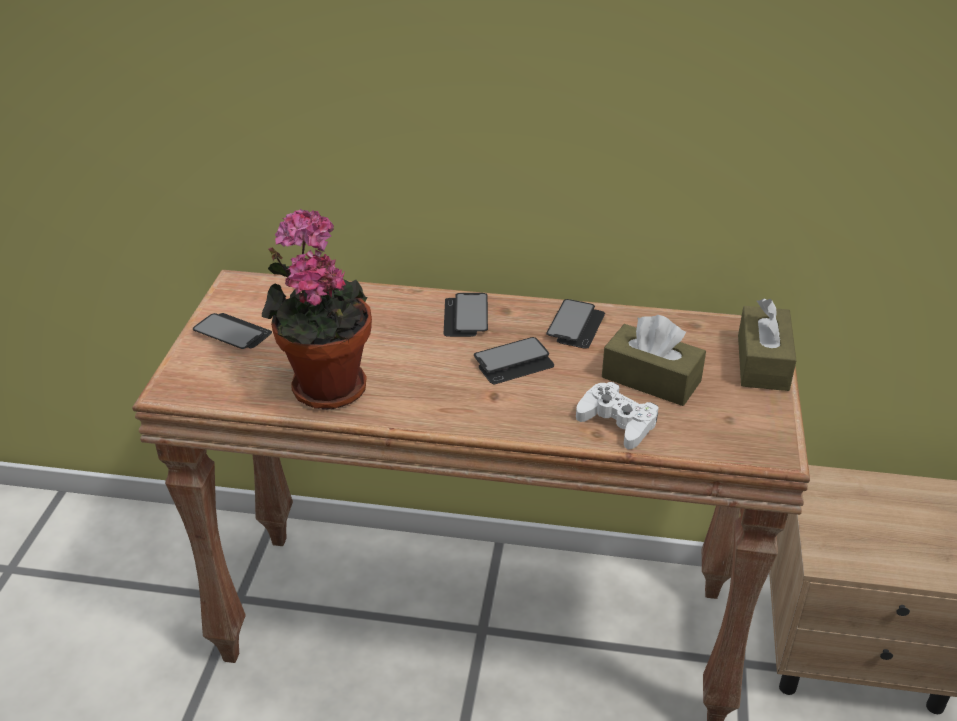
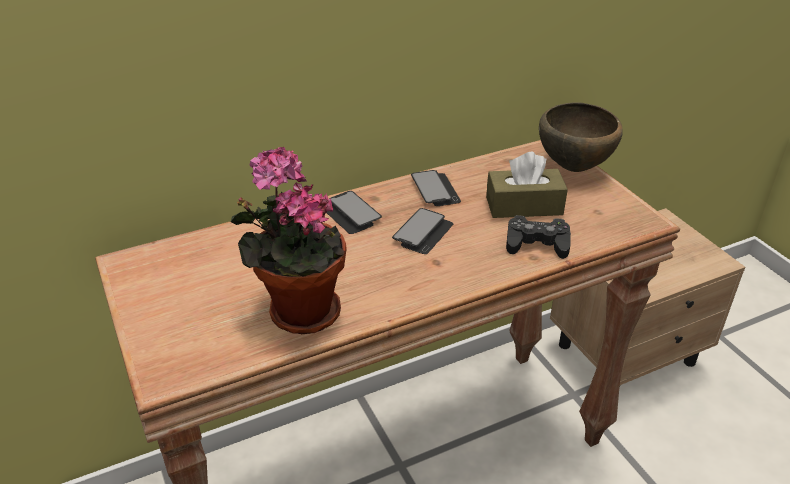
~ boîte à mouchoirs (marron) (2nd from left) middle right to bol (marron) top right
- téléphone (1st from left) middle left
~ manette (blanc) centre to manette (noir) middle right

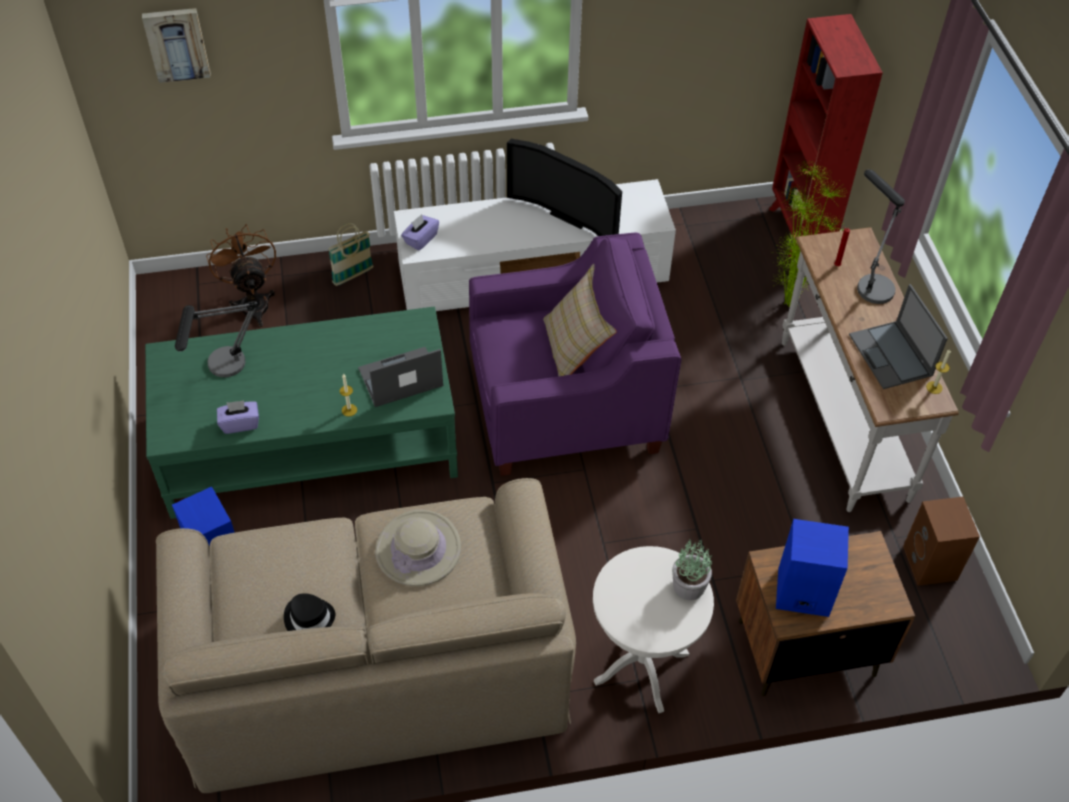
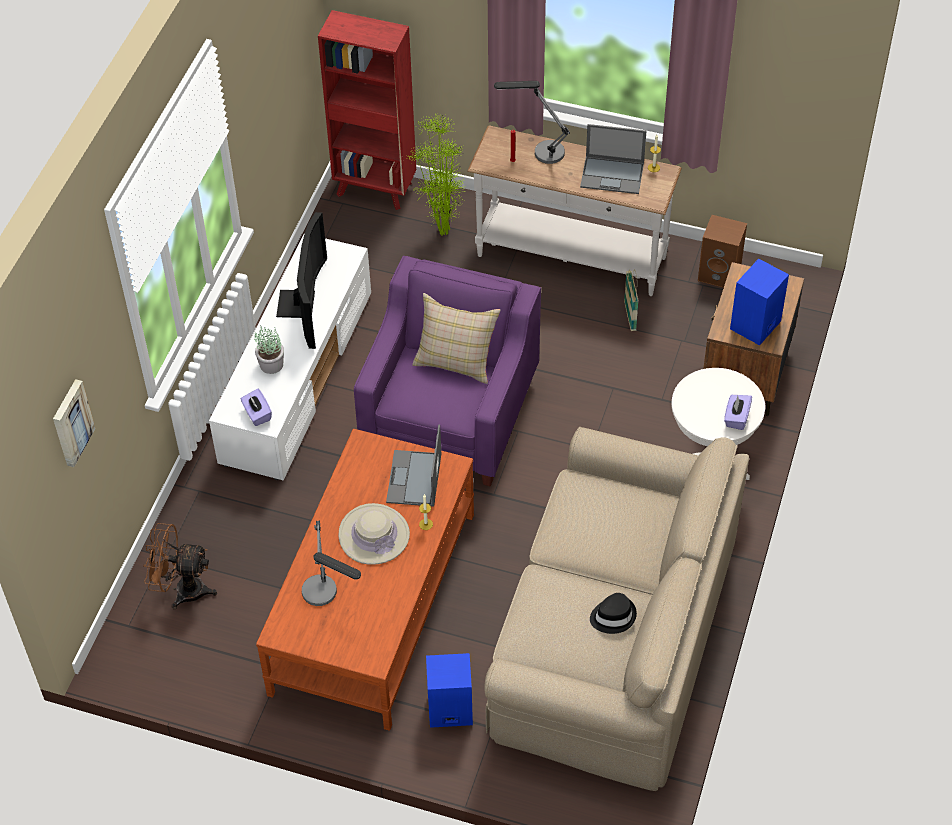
~ téléviseur top centre = middle left 60 degrees counterclockwise
~ panier top left to centre
~ table basse (vert) middle left to table basse (marron) bottom centre
~ boîte à mouchoirs (violet) (1st from left in the first image) middle left to boîte à mouchoirs (violet) (2nd from left) middle right
~ chapeau (beige) bottom centre to centre
~ plante en pot (1st from left) bottom centre to middle left

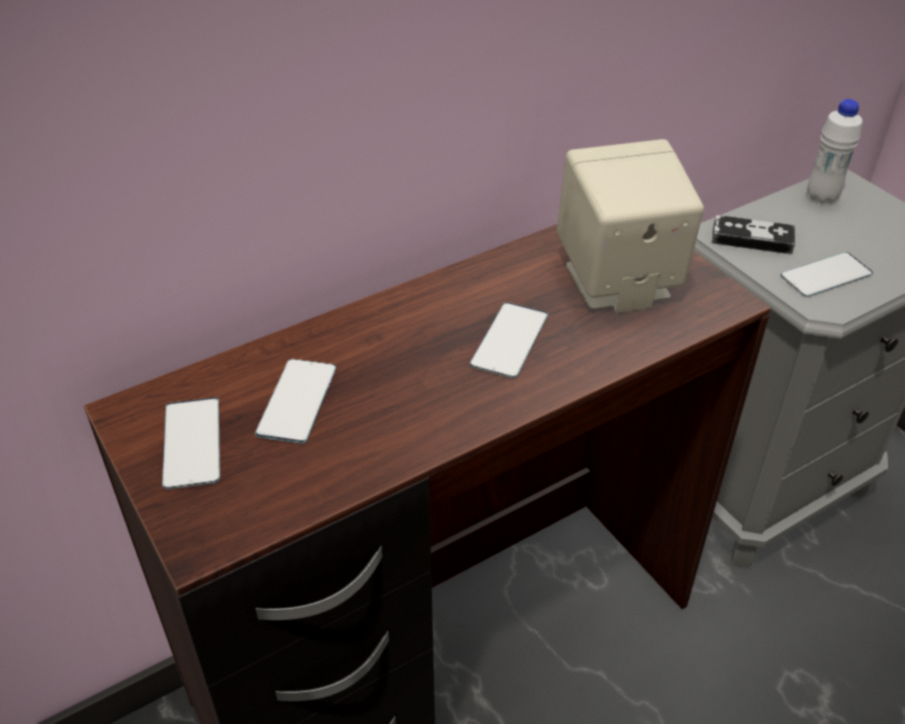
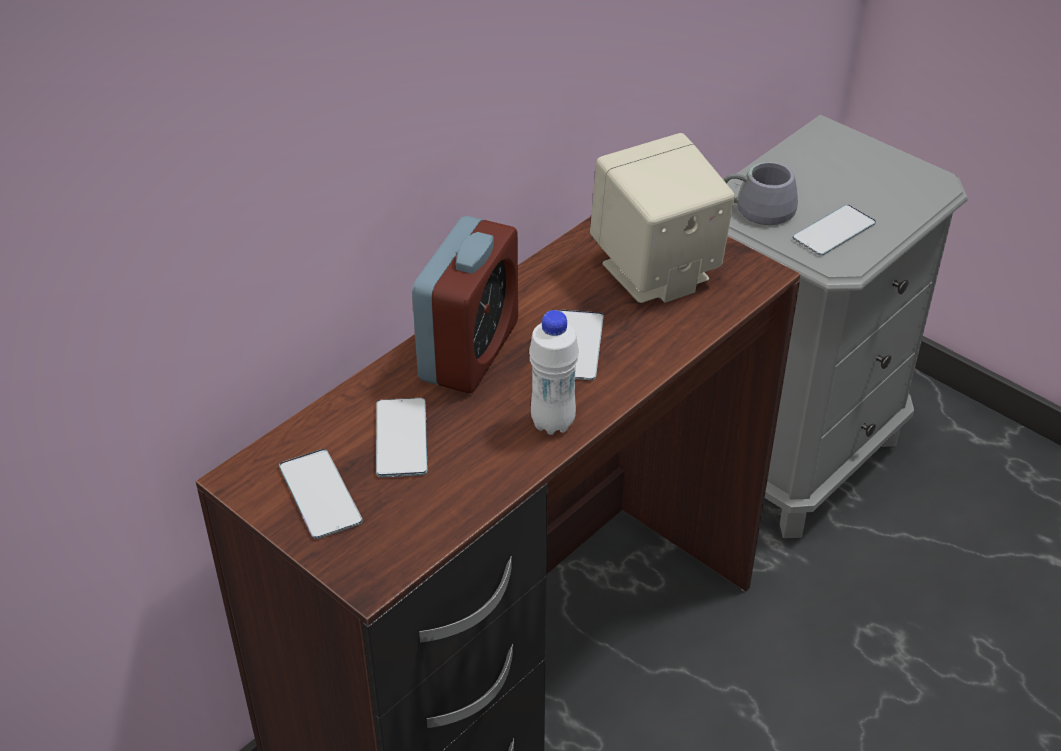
~ bouteille (blanc) top right to centre
~ manette top right to mug (gris) top right
+ réveil centre

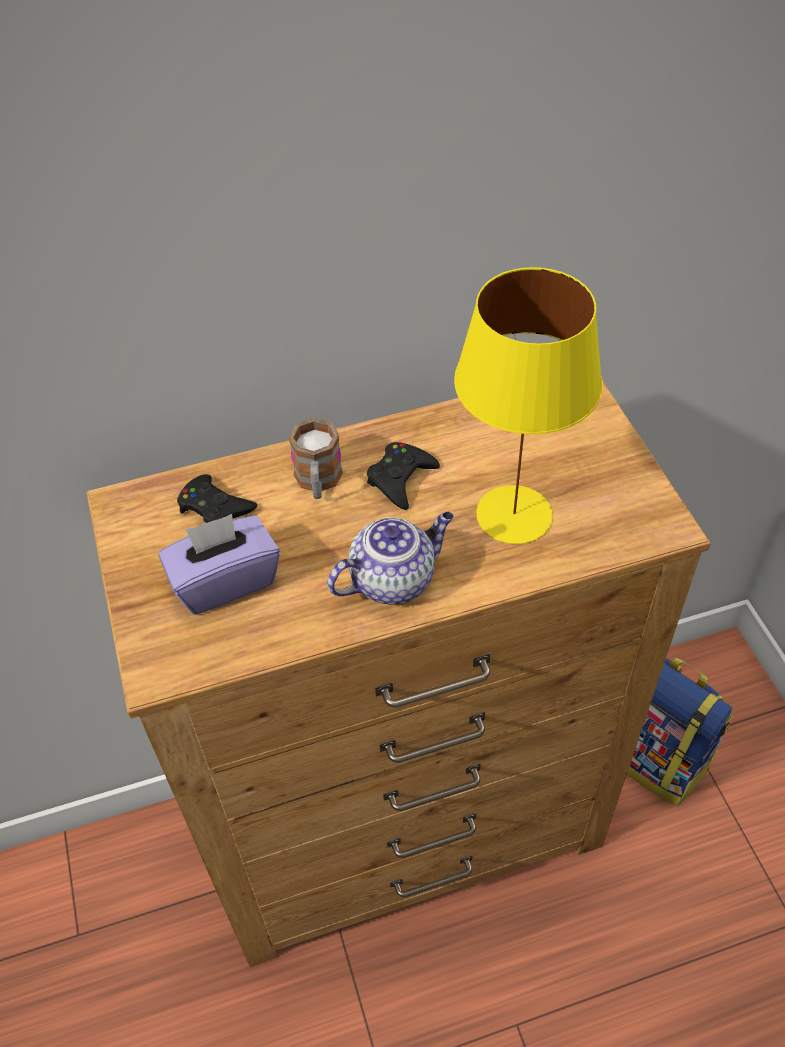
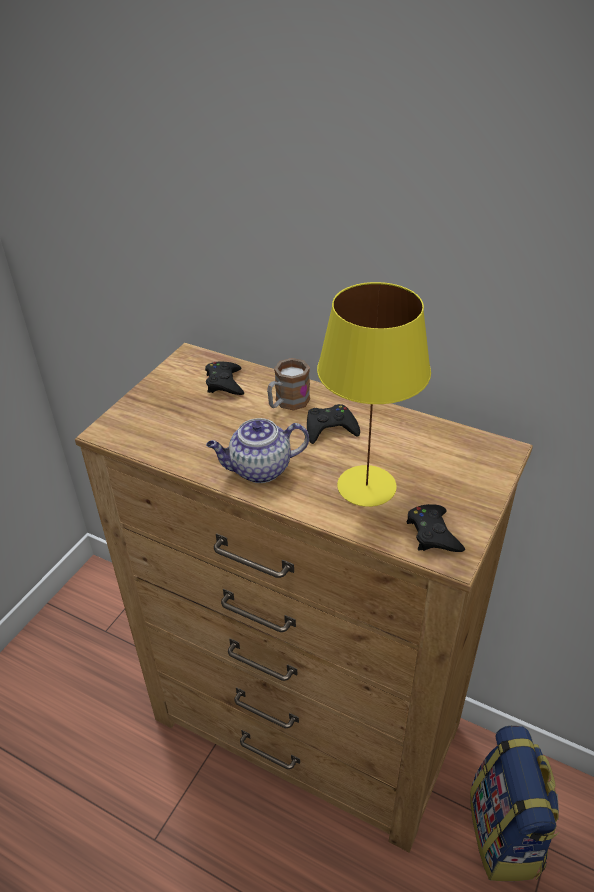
~ théière centre = centre 150 degrees clockwise
- boîte à mouchoirs (violet) middle left
+ manette (noir) (3rd from left) middle right

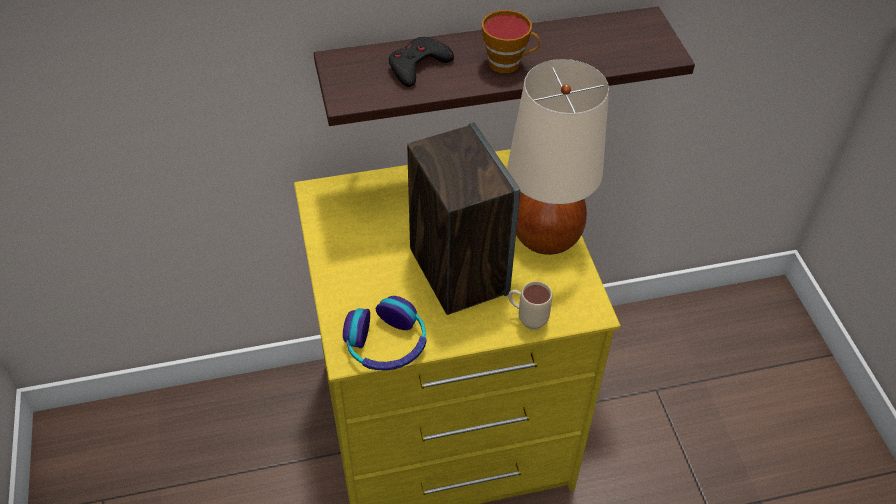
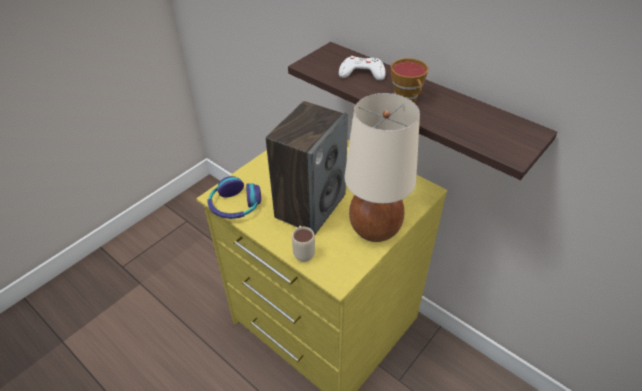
~ manette (noir) top centre to manette (blanc) top centre

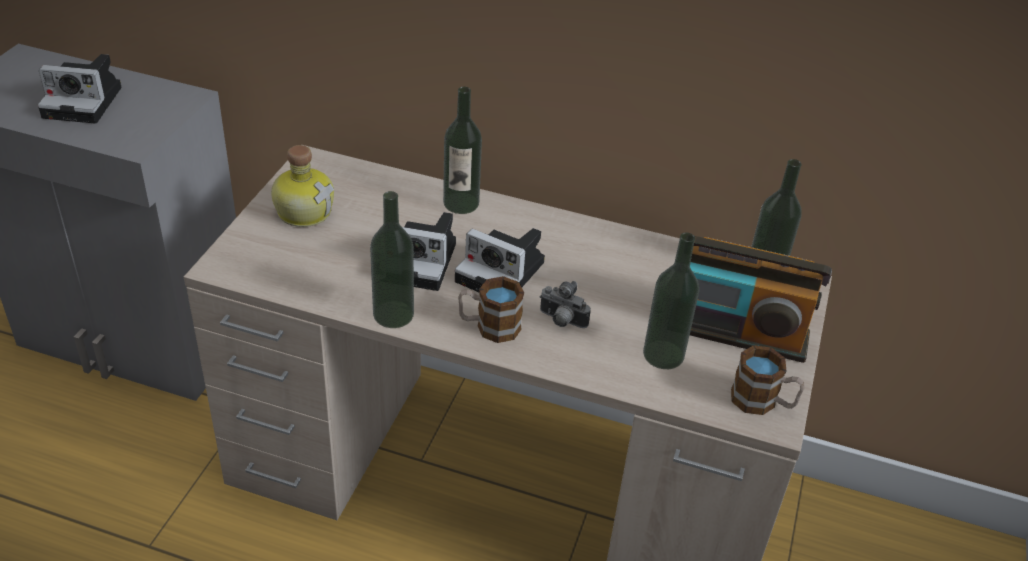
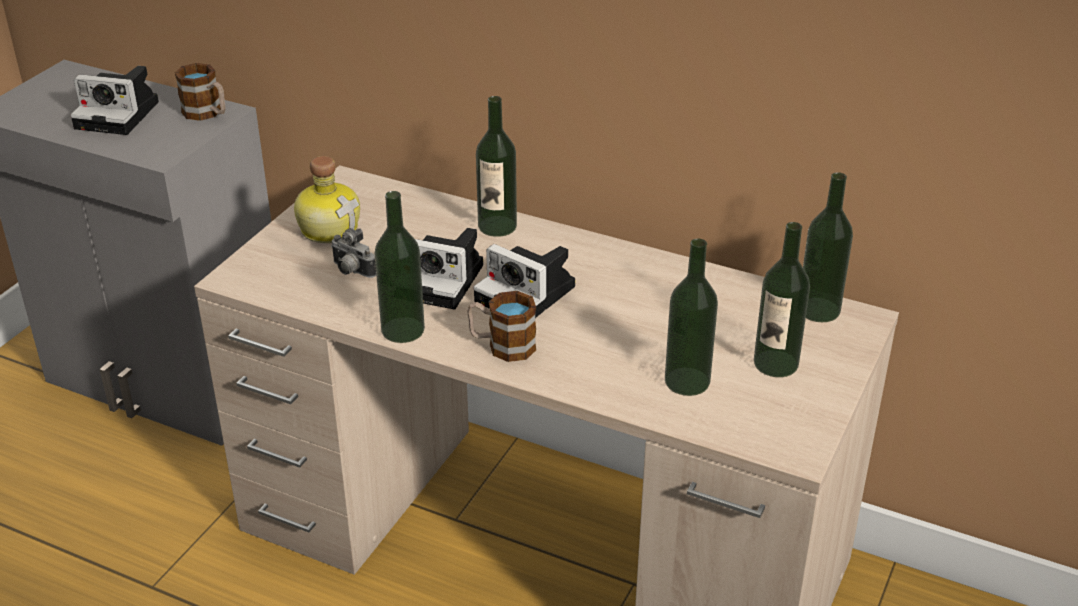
~ radio middle right to bouteille (5th from left) middle right
~ appareil photo (4th from left in the first image) centre to appareil photo (2nd from left) middle left
~ mug (2nd from left in the first image) bottom right to mug (1st from left) top left

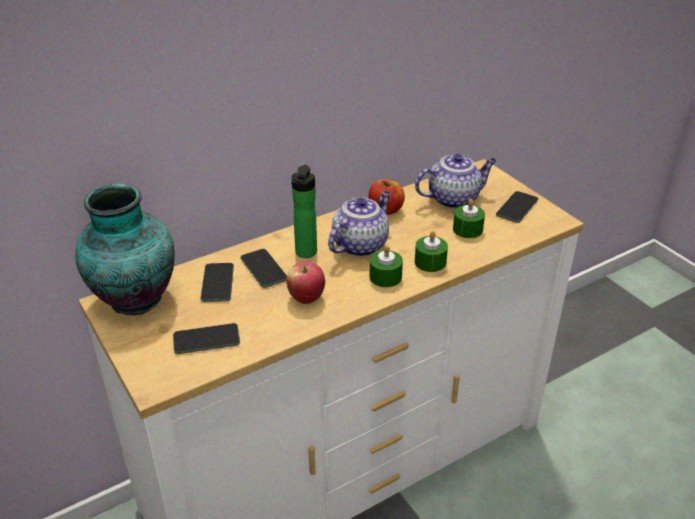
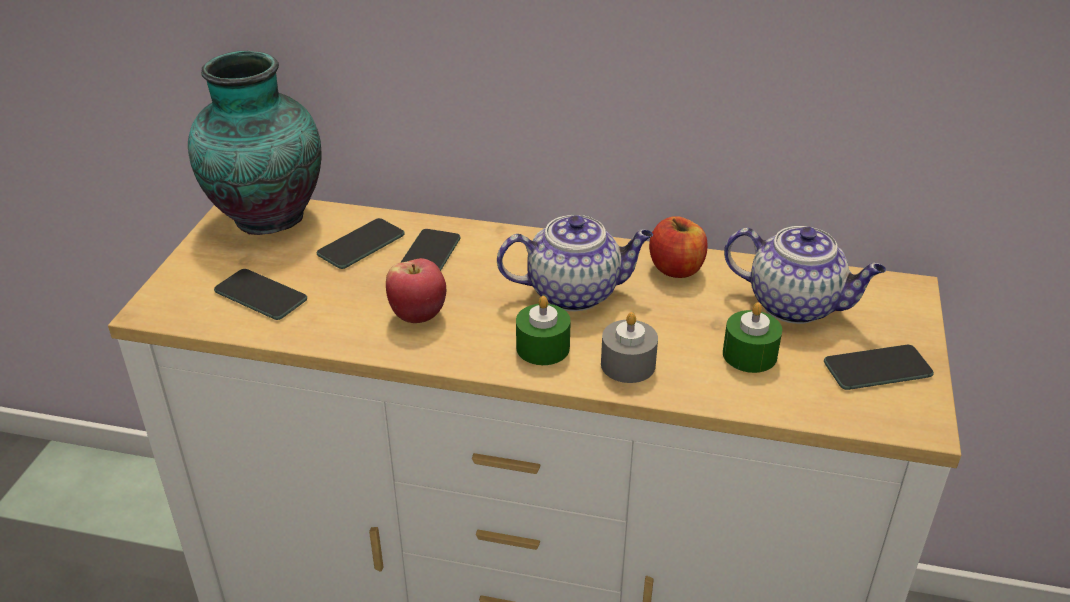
- bouteille centre
~ bougie (vert) (2nd from left) centre to bougie (gris) centre

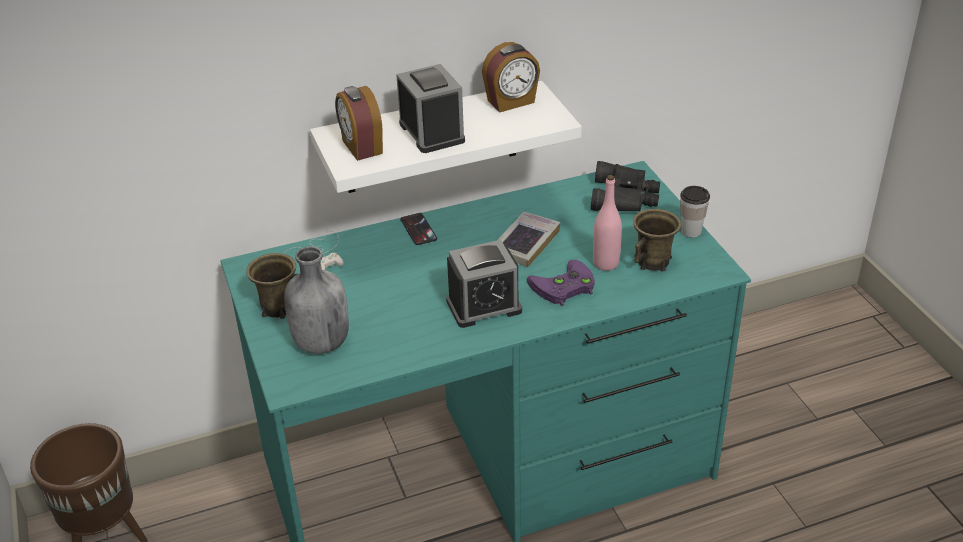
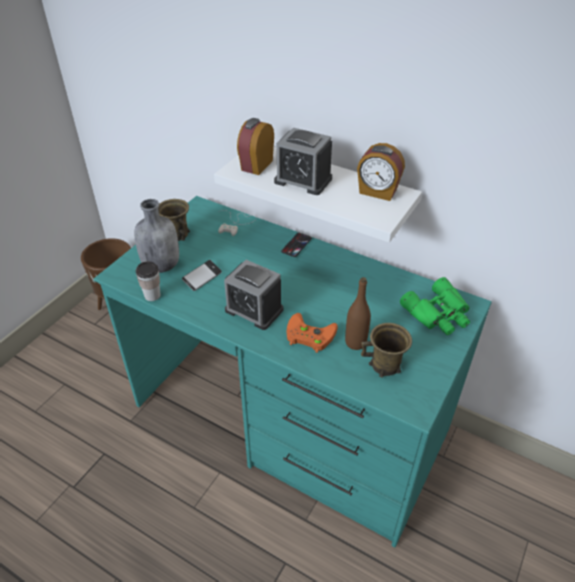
~ réveil (2nd from left in the first image) top centre = top centre 90 degrees clockwise
~ jumelles (noir) centre to jumelles (vert) middle right
~ bouteille (rose) centre to bouteille (marron) centre
~ tasse middle right to middle left
- livre centre
~ manette (violet) centre to manette (orange) centre
+ téléphone (1st from left) centre

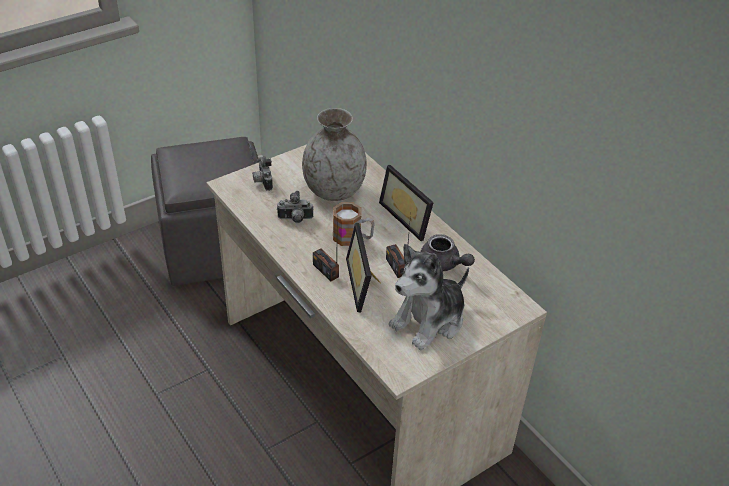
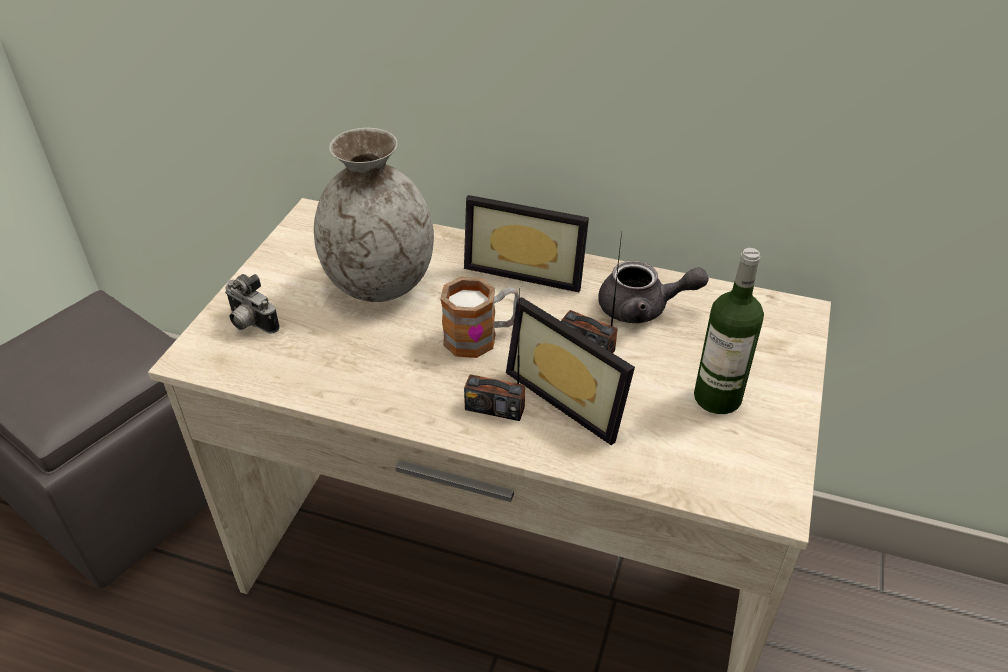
- appareil photo (2nd from left) centre
~ peluche centre to bouteille middle right

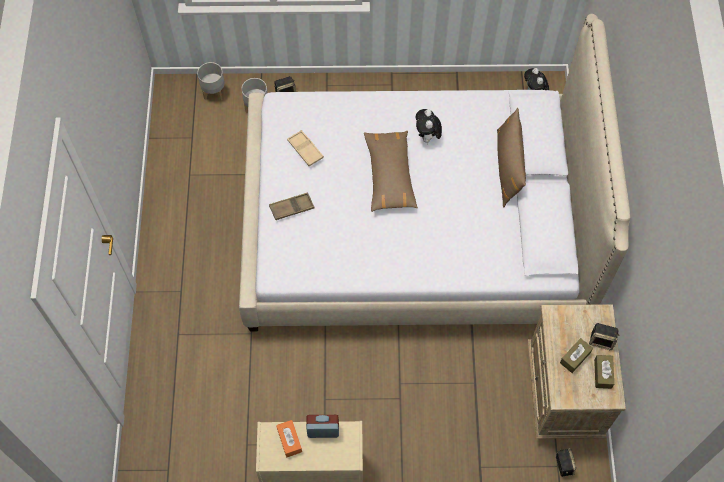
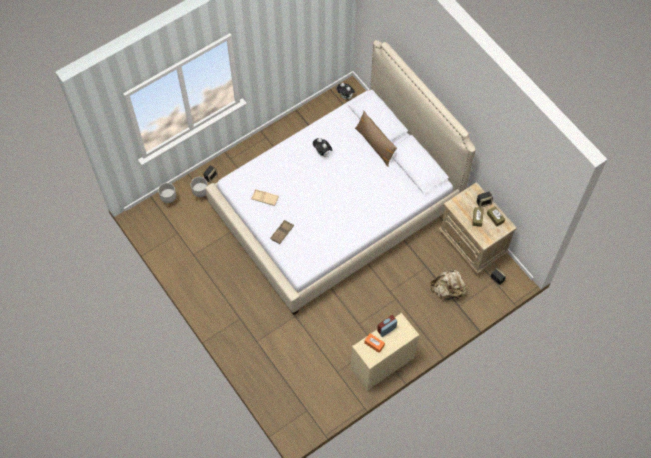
- coussin (marron) (1st from left) centre
+ sac à dos (beige) middle right

